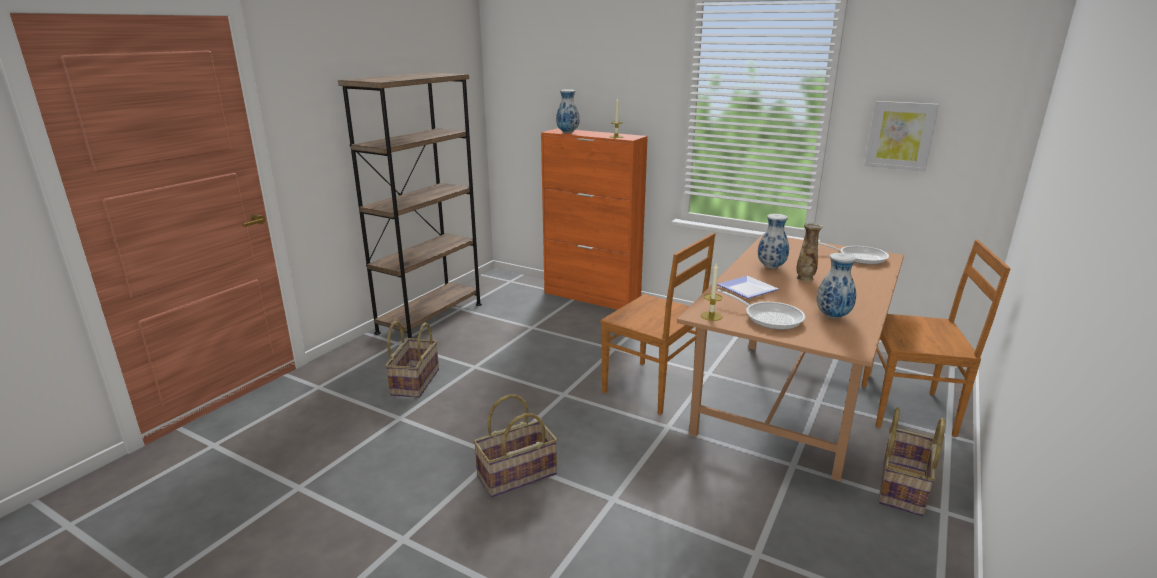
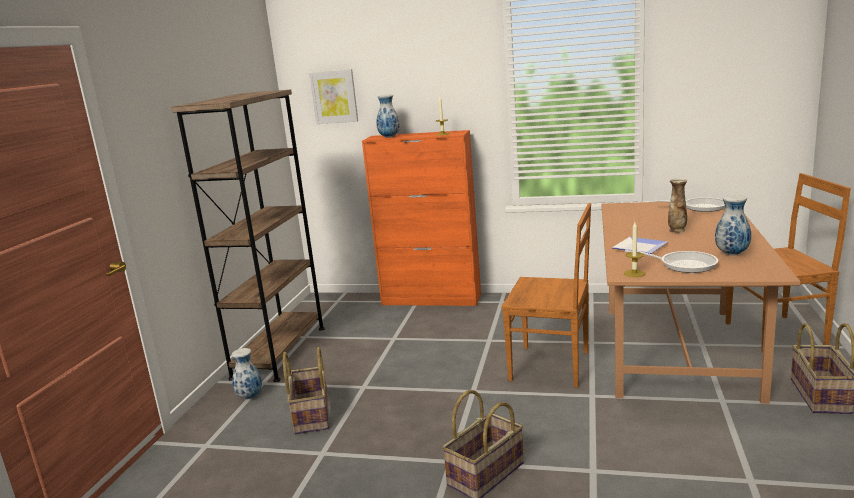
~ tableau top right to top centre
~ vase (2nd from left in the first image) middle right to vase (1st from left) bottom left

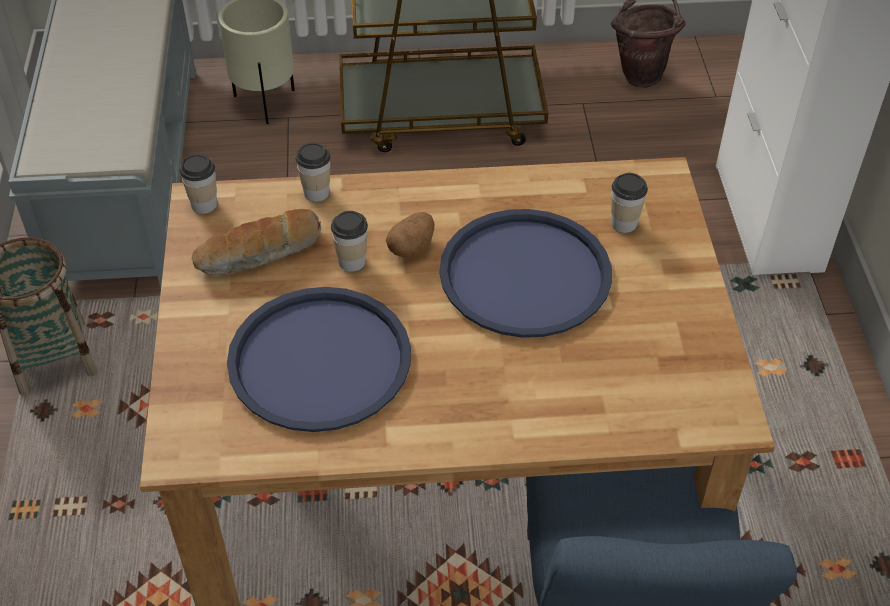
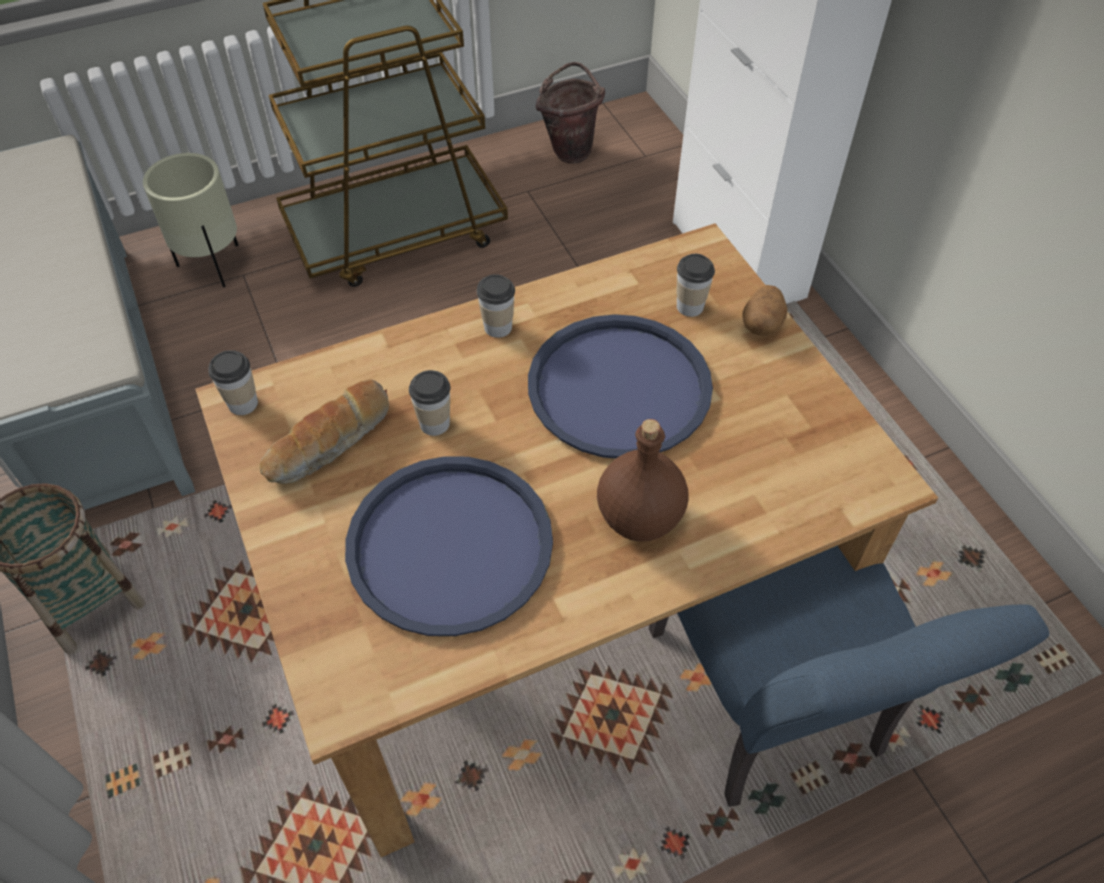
~ tasse (2nd from left in the first image) top centre to tasse (3rd from left) centre
~ pomme de terre centre to middle right
+ bouteille (marron) centre

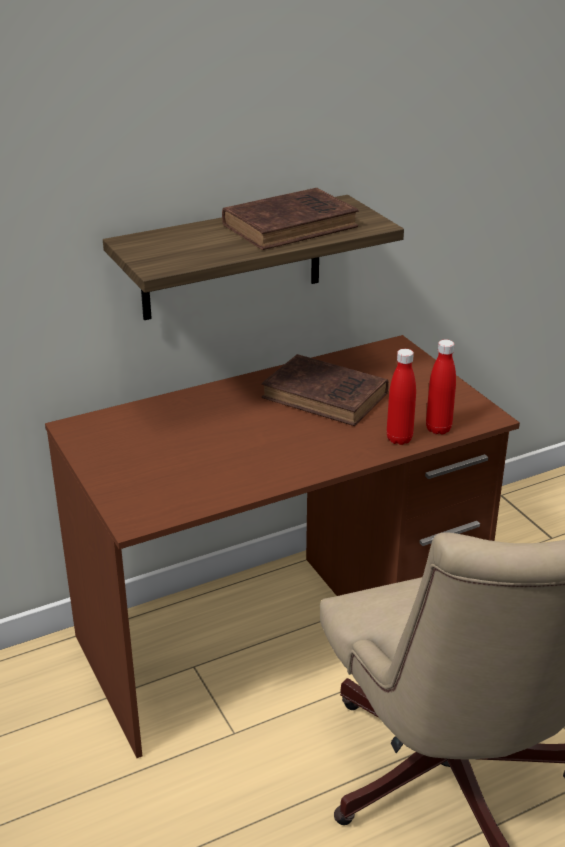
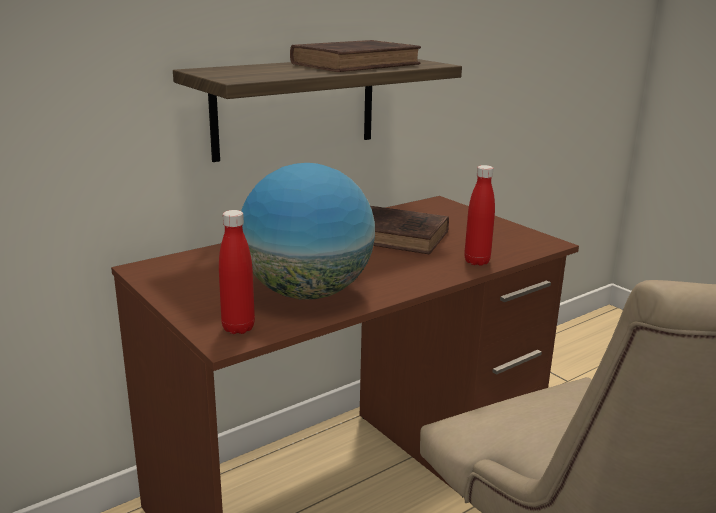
~ bouteille (rouge) (2nd from left in the first image) middle right to bouteille (rouge) (1st from left) middle left
+ globe centre

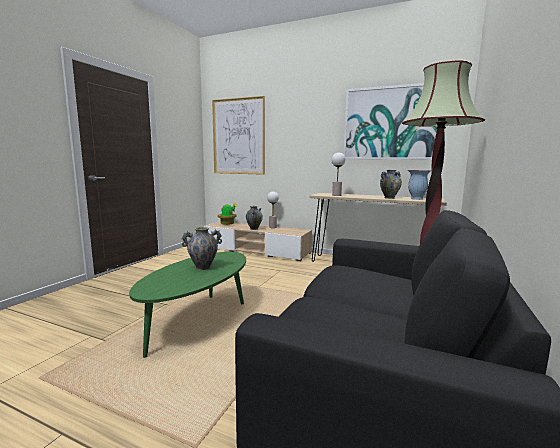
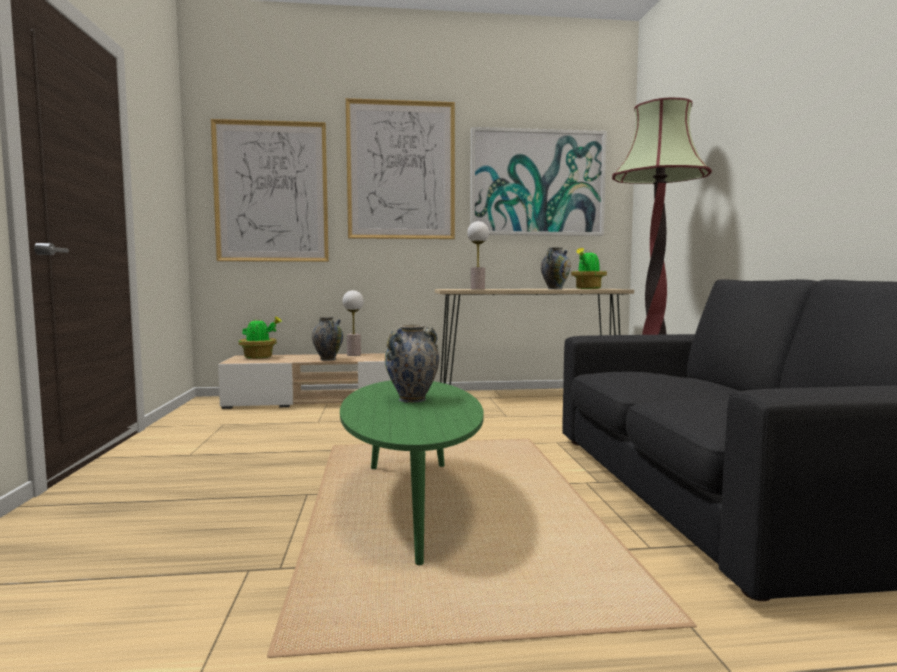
~ vase (4th from left) middle right to plante en pot (2nd from left) centre
+ tableau (2nd from left) top centre

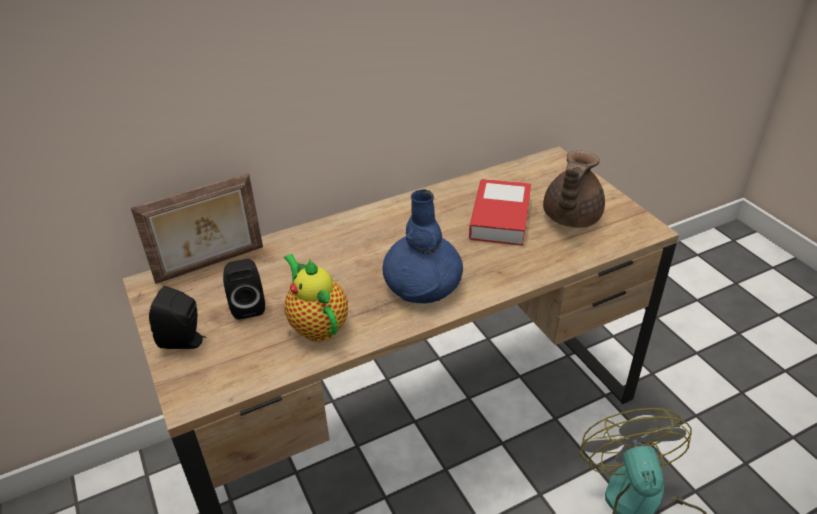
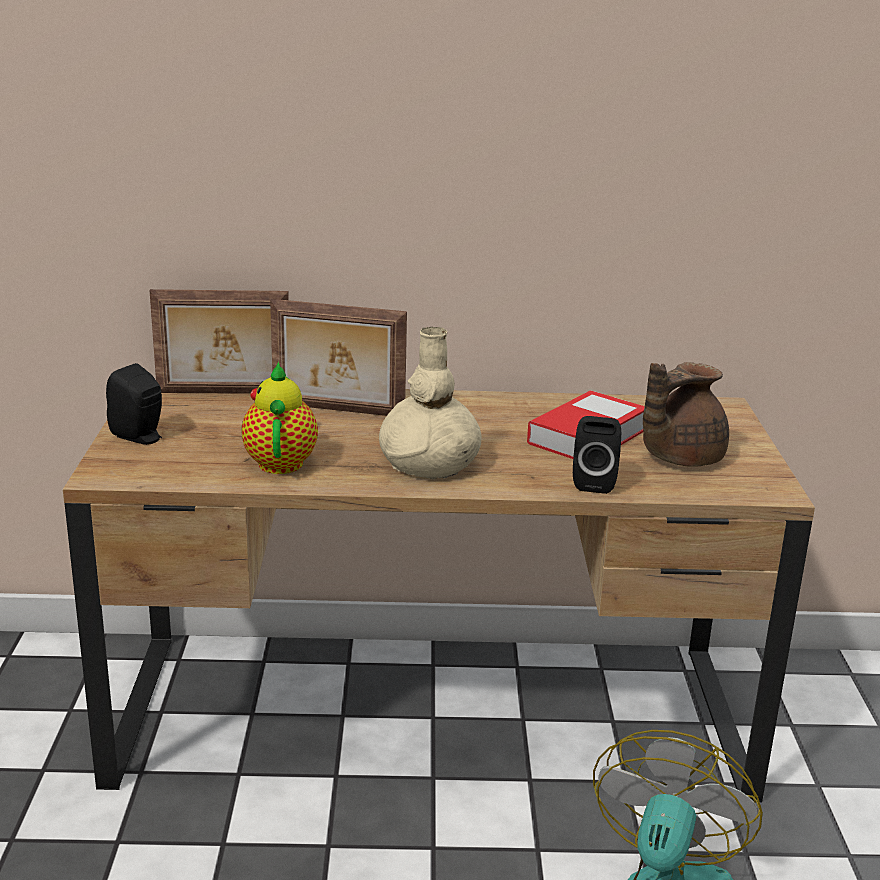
~ vase (bleu) centre to vase (beige) centre
~ enceinte (noir) (2nd from left) middle left to middle right
+ cadre photo (2nd from left) centre

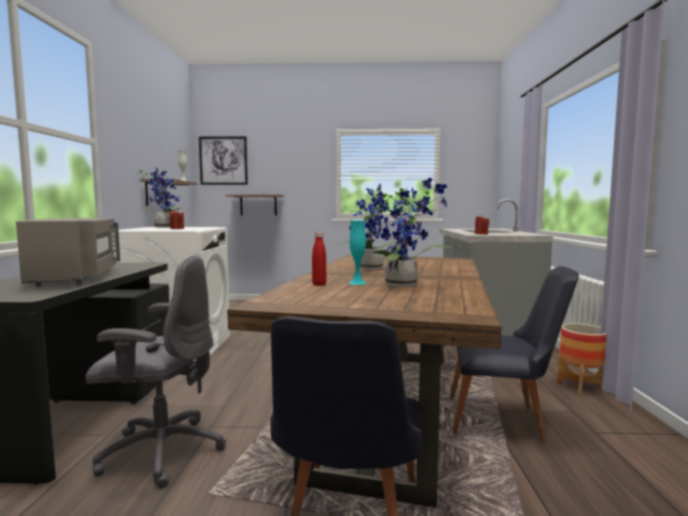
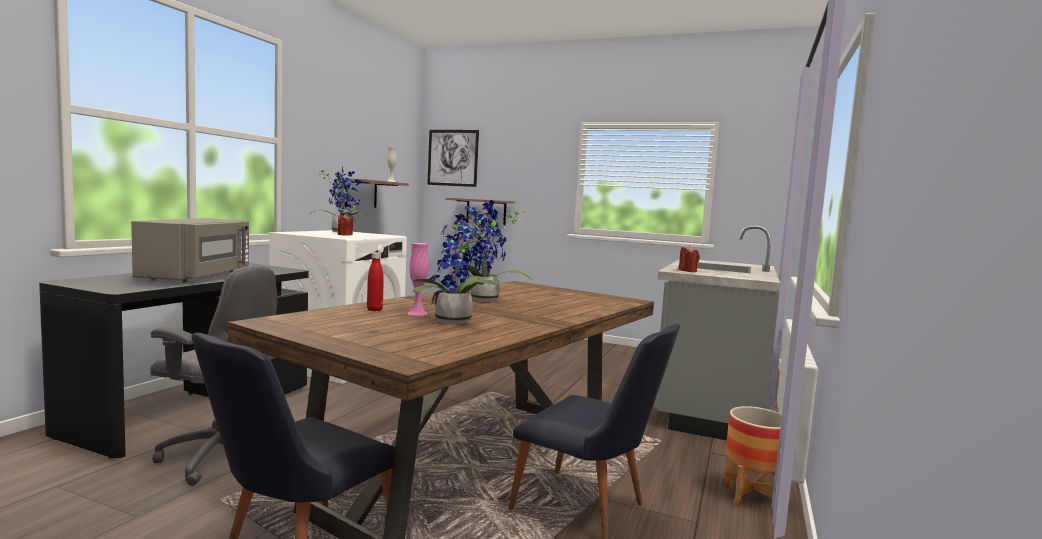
~ vase (turquoise) centre to vase (rose) centre

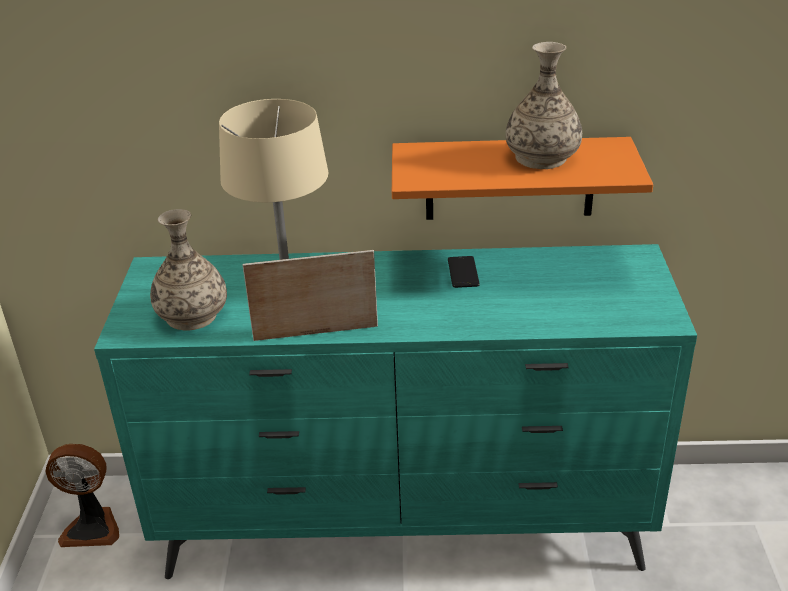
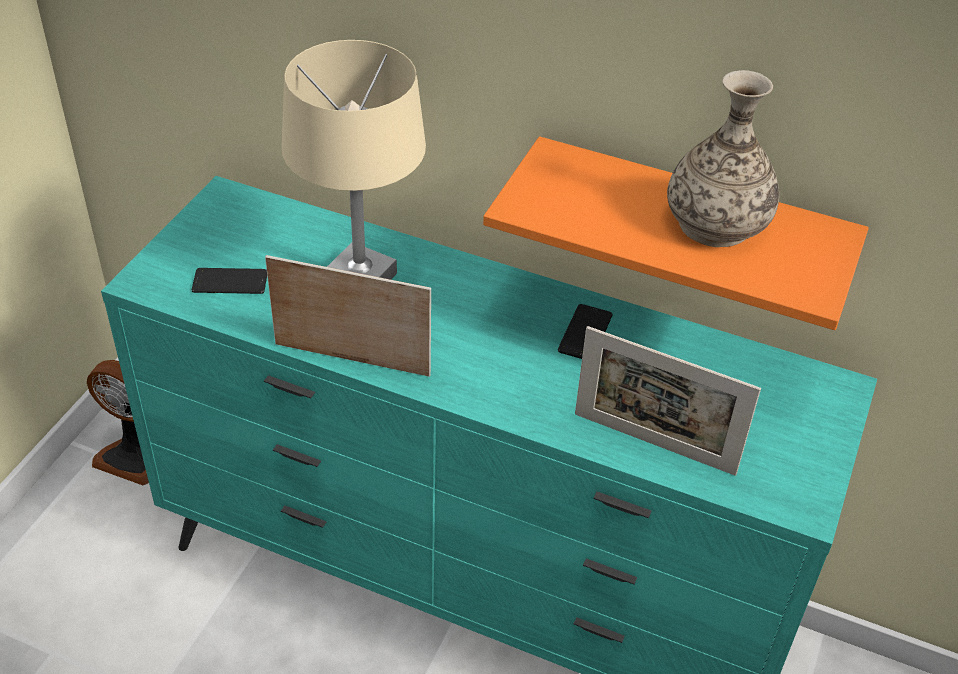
~ vase (1st from left) middle left to téléphone (1st from left) middle left
+ cadre photo (2nd from left) middle right

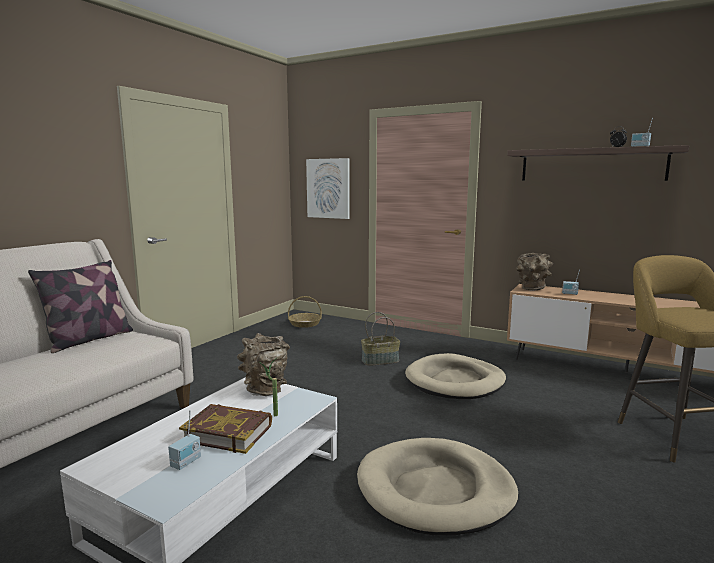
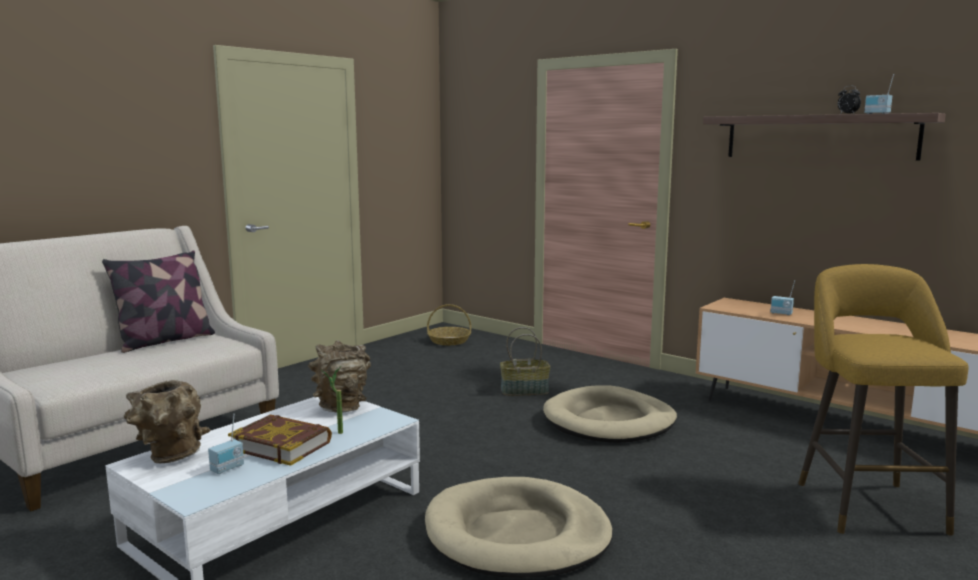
- tableau centre
~ vase (marron) (2nd from left in the first image) middle right to vase (marron) (1st from left) bottom left

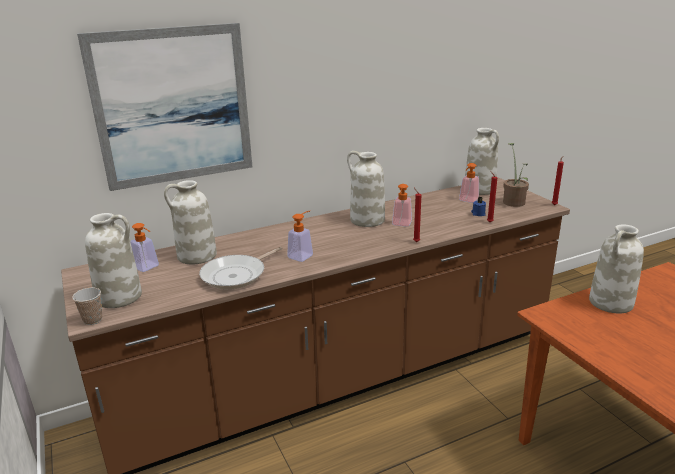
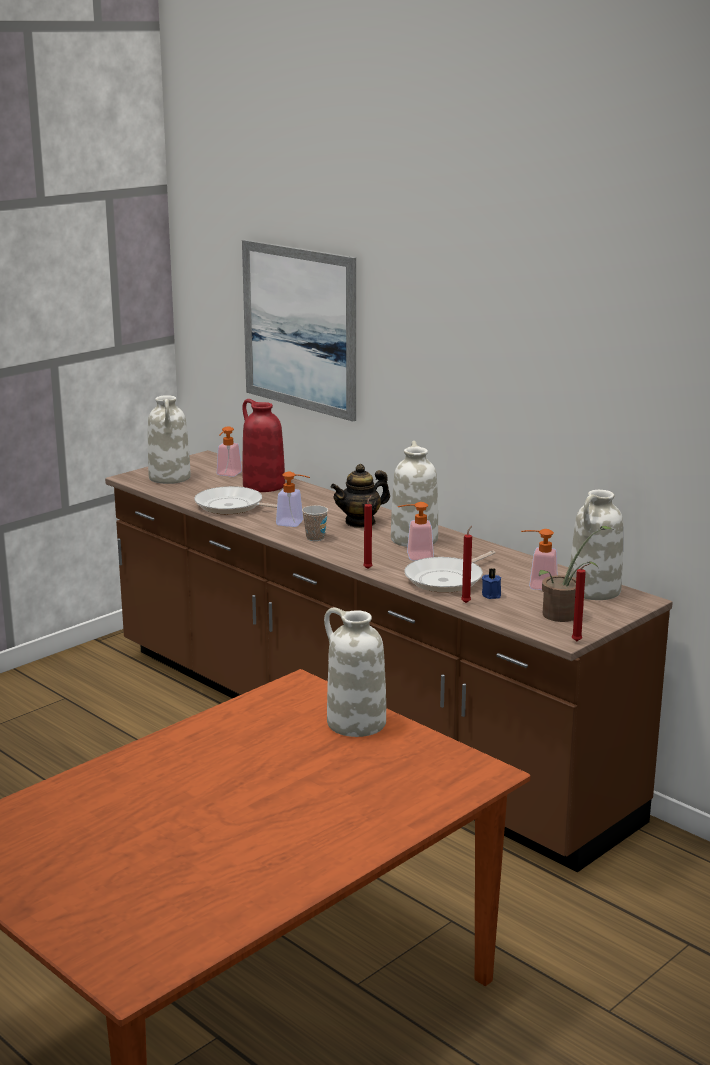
~ vase (blanc) (2nd from left) middle left to vase (rouge) centre
~ tasse middle left to centre
+ théière centre
+ poêle (2nd from left) centre

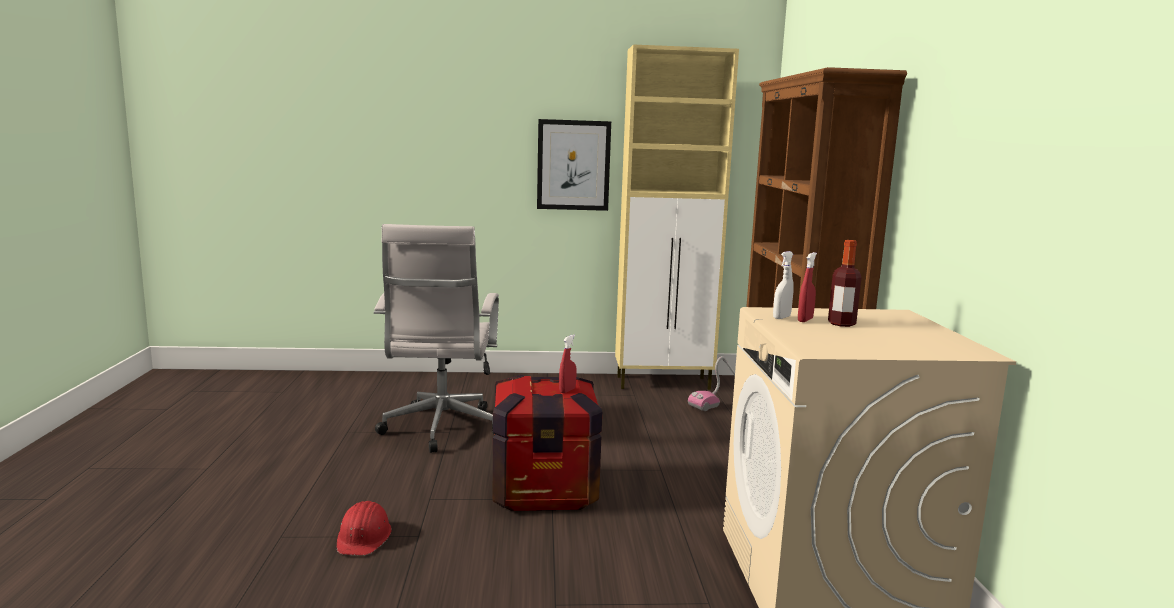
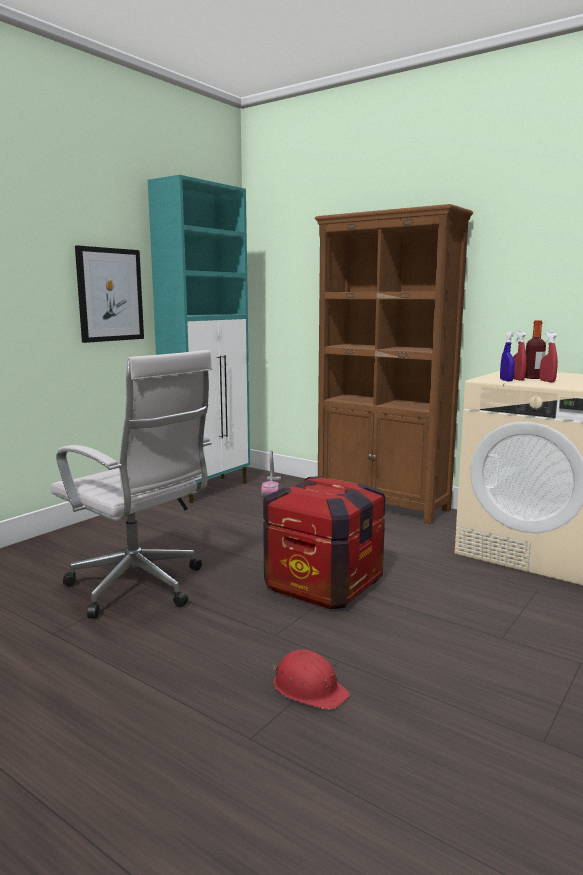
~ meuble de rangement (beige) centre to meuble de rangement (turquoise) centre
~ vaporisateur (blanc) middle right to vaporisateur (bleu) middle right
~ vaporisateur (rouge) (1st from left in the first image) centre to vaporisateur (rouge) (2nd from left) middle right

